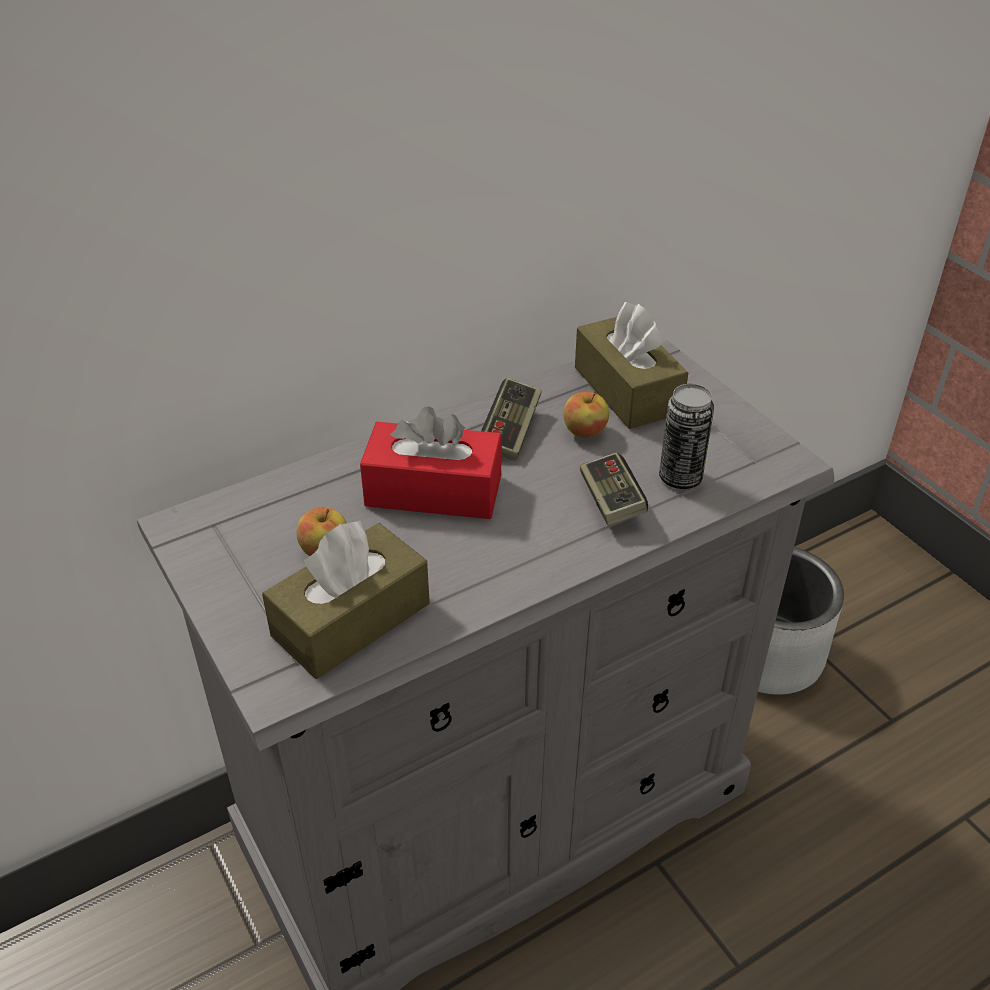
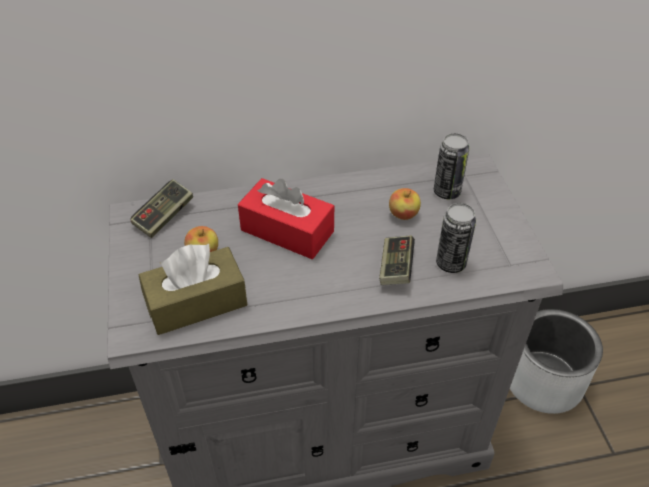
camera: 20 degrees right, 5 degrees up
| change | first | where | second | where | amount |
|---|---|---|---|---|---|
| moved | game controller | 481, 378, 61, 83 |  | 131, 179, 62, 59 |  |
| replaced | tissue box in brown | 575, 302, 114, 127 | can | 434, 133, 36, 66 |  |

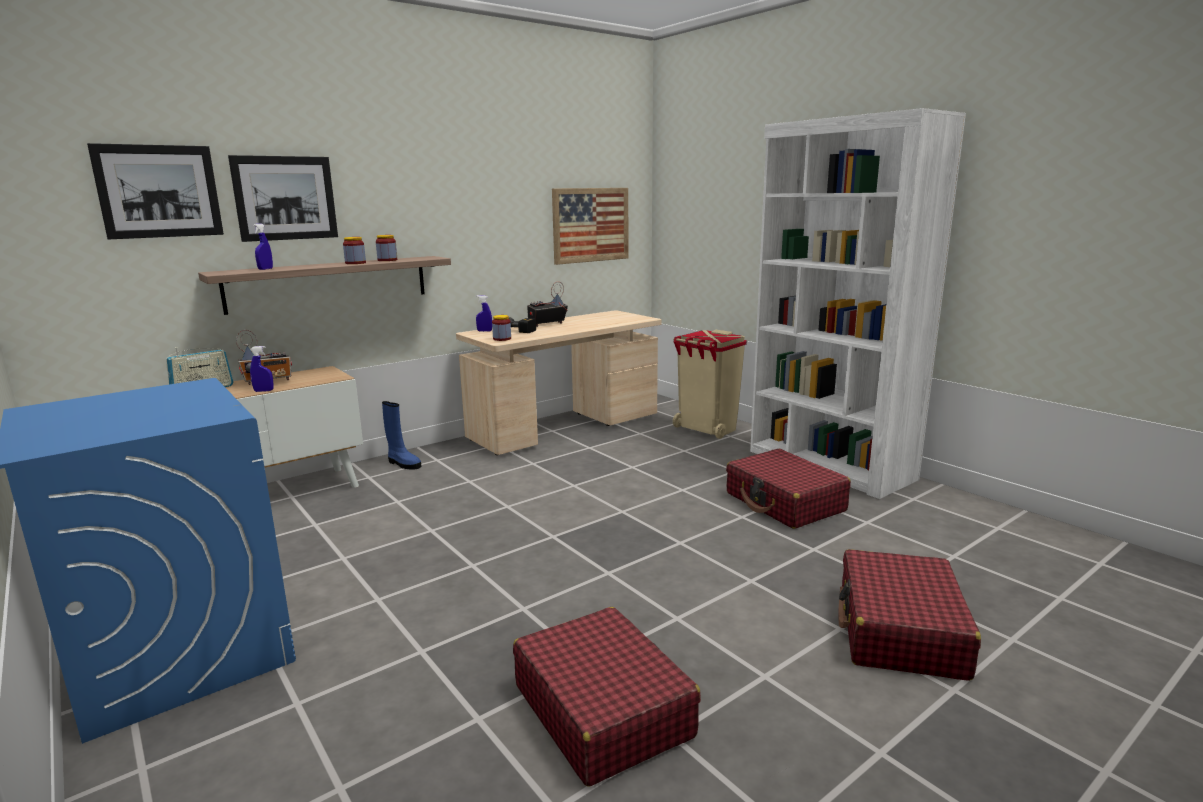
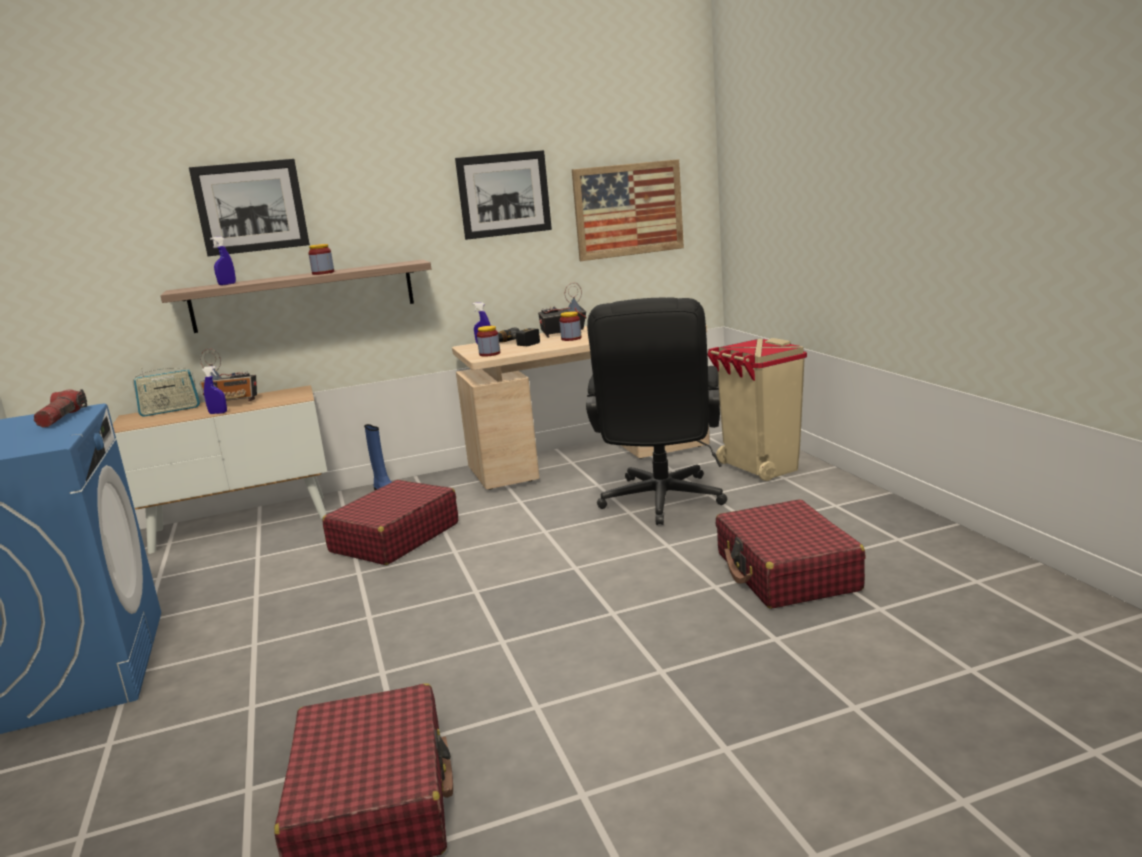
camera: 20 degrees right, 0 degrees up
| change | first | where | second | where | amount |
|---|---|---|---|---|---|
| added |  |  | flashlight | 34, 389, 53, 39 |  |
| moved | suitcase in red | 838, 549, 143, 132 |  | 322, 480, 136, 85 |  |
| moved | picture | 87, 143, 137, 96 |  | 455, 150, 97, 90 |  |
| moved | jar | 376, 235, 21, 26 |  | 559, 312, 23, 29 |  |
| added |  |  | office chair in black | 586, 298, 141, 227 |  |
| removed | bookcase in white | 750, 108, 216, 391 |  |  |  |

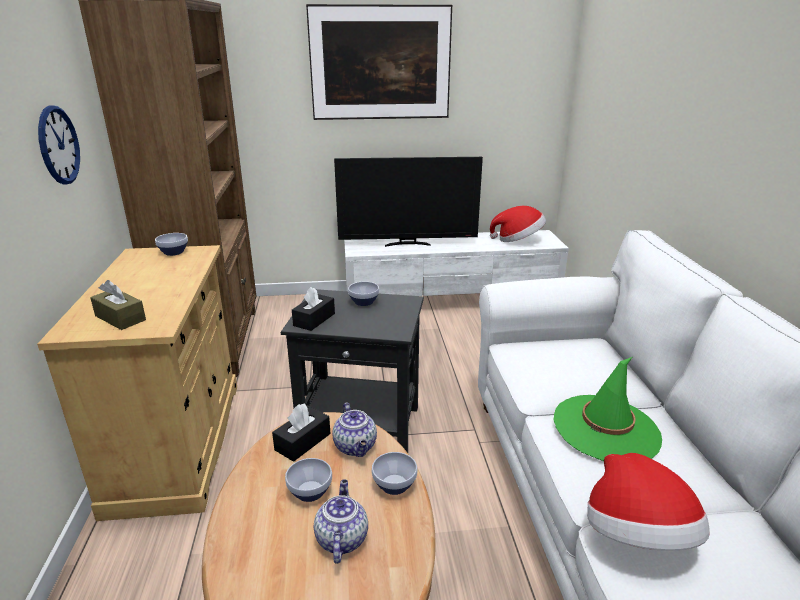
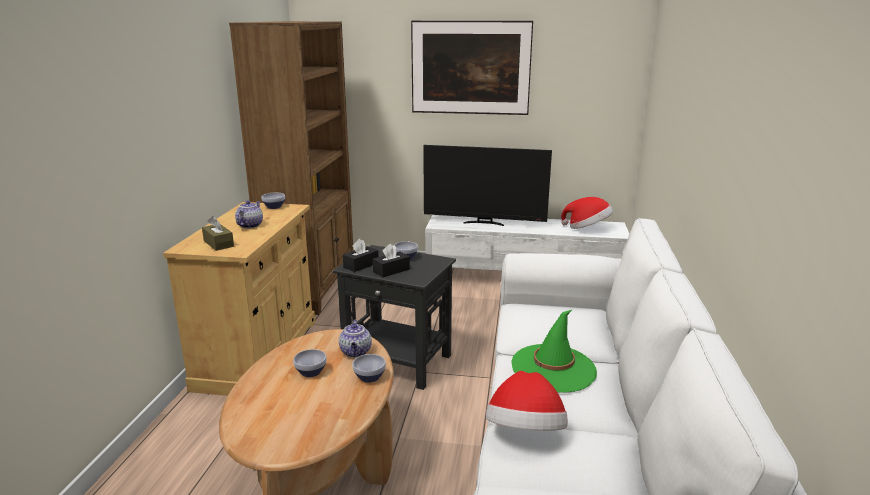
camera: 15 degrees right, 5 degrees down
| change | first | where | second | where | amount |
|---|---|---|---|---|---|
| moved | teapot | 314, 479, 54, 85 |  | 235, 201, 28, 27 |  |
| moved | tissue box in black | 272, 404, 58, 58 |  | 373, 244, 37, 33 |  |
| removed | wall clock | 38, 105, 42, 80 |  |  |  |

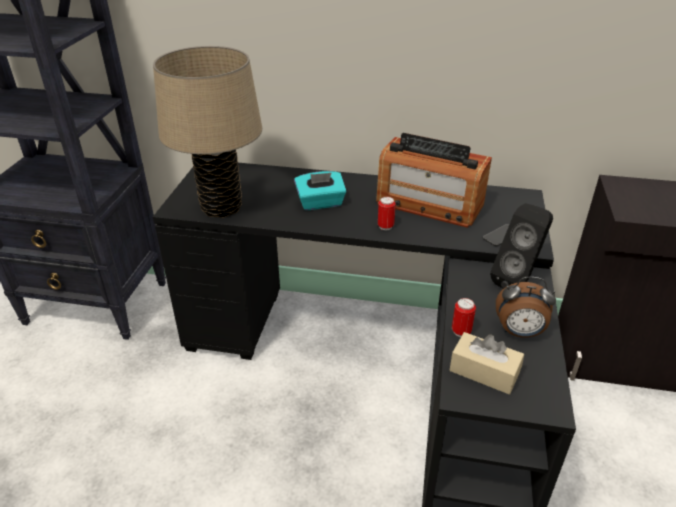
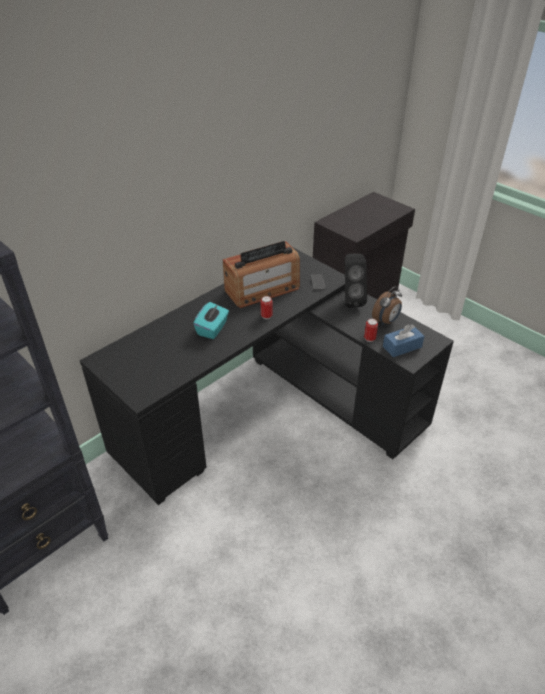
camera: 55 degrees left, 5 degrees up
| change | first | where | second | where | amount |
|---|---|---|---|---|---|
| recoloured | tissue box in beige | 450, 332, 74, 63 | tissue box in blue | 383, 324, 41, 33 |  |
| removed | table lamp in beige | 153, 46, 109, 171 |  |  |  |

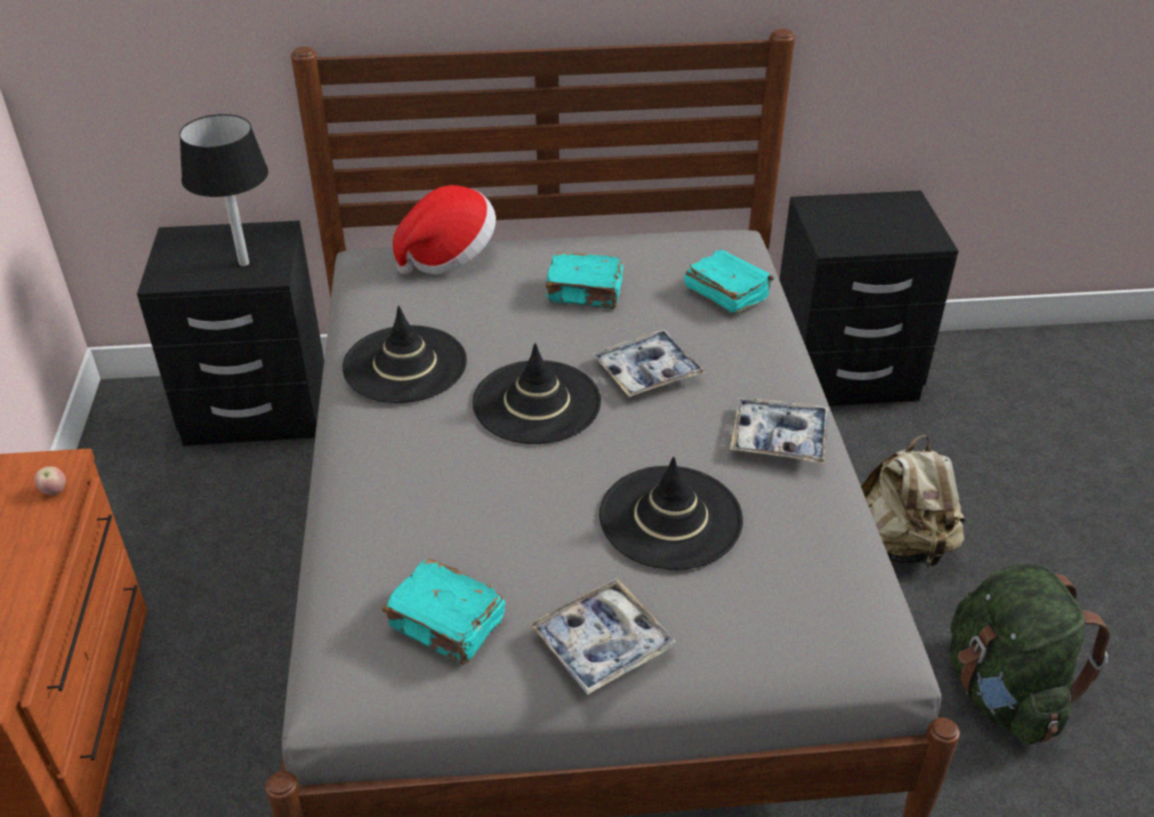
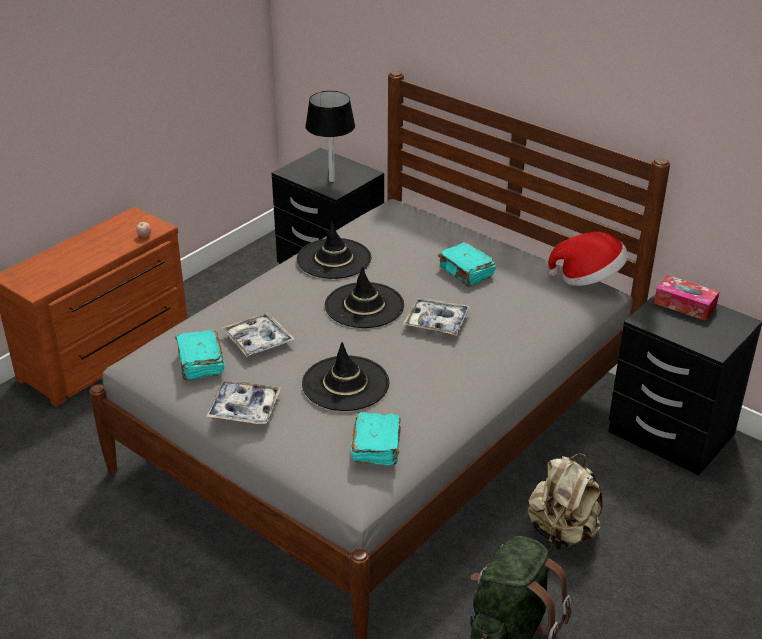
camera: 45 degrees right, 5 degrees down
| change | first | where | second | where | amount |
|---|---|---|---|---|---|
| moved | tray | 730, 397, 99, 67 |  | 222, 313, 73, 44 |  |
| moved | book in turquoise | 684, 249, 90, 65 |  | 351, 412, 50, 54 |  |
| moved | hat | 393, 185, 103, 90 |  | 548, 231, 80, 55 |  |
| added |  |  | tissue box | 654, 275, 65, 46 |  |

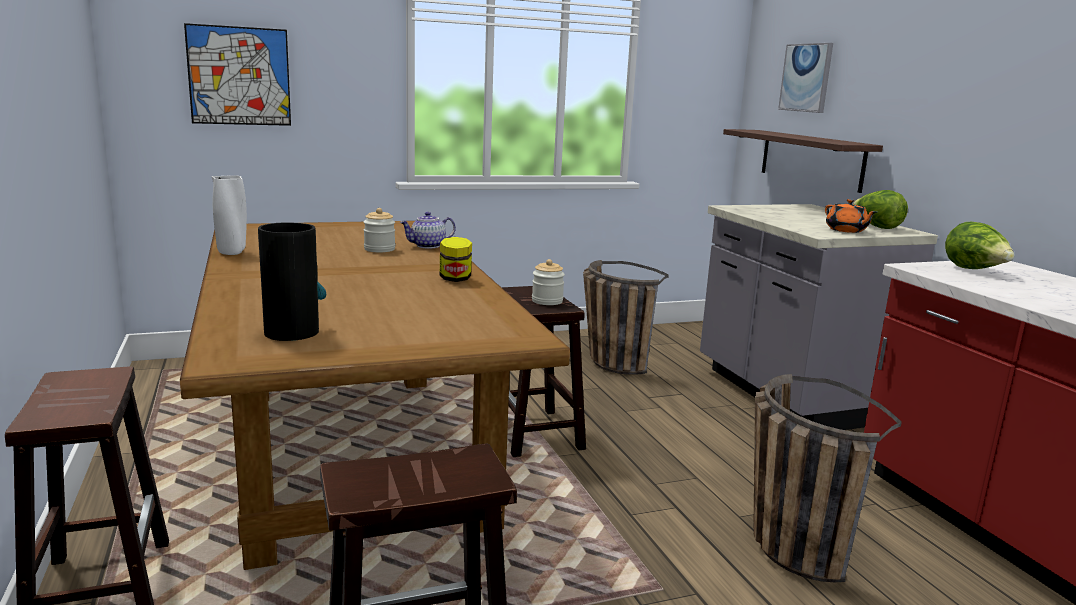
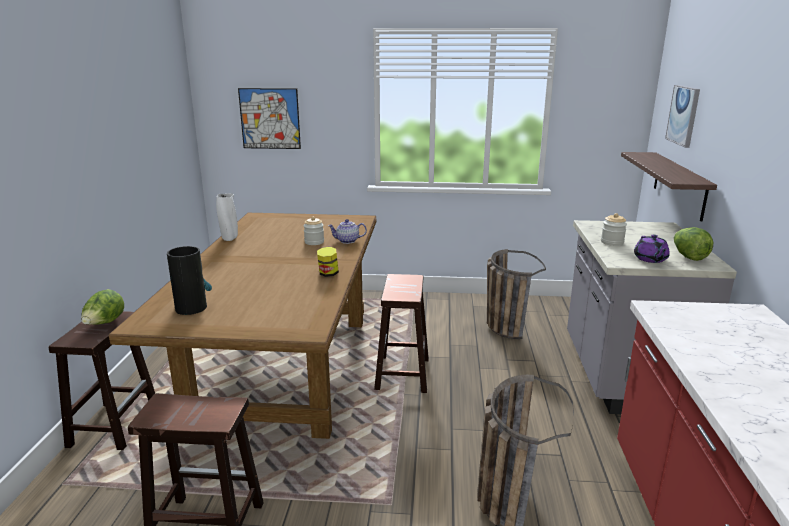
camera: 25 degrees right, 5 degrees up
| change | first | where | second | where | amount |
|---|---|---|---|---|---|
| moved | lettuce | 945, 222, 69, 47 |  | 81, 289, 43, 36 |  |
| moved | jar | 532, 259, 33, 46 |  | 601, 213, 26, 33 |  |
| recoloured | teapot in orange | 825, 199, 52, 34 | teapot in purple | 634, 234, 36, 29 |  |

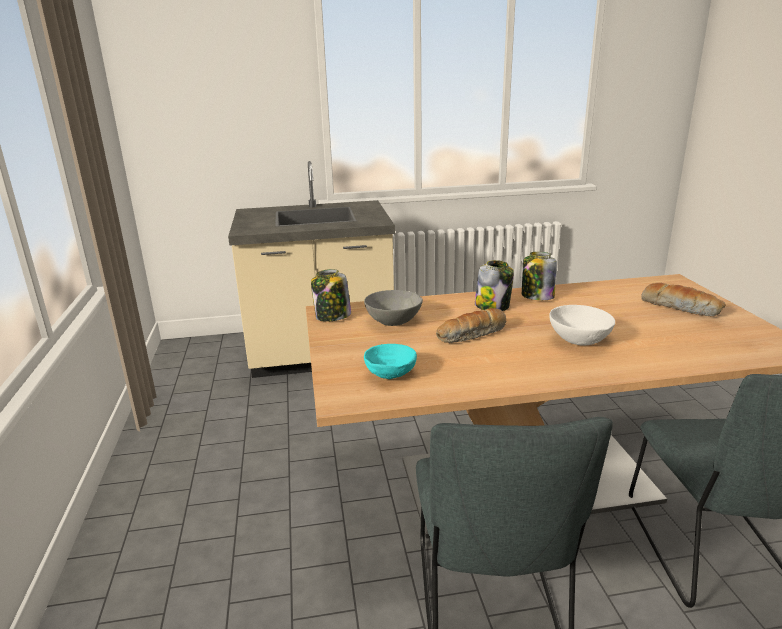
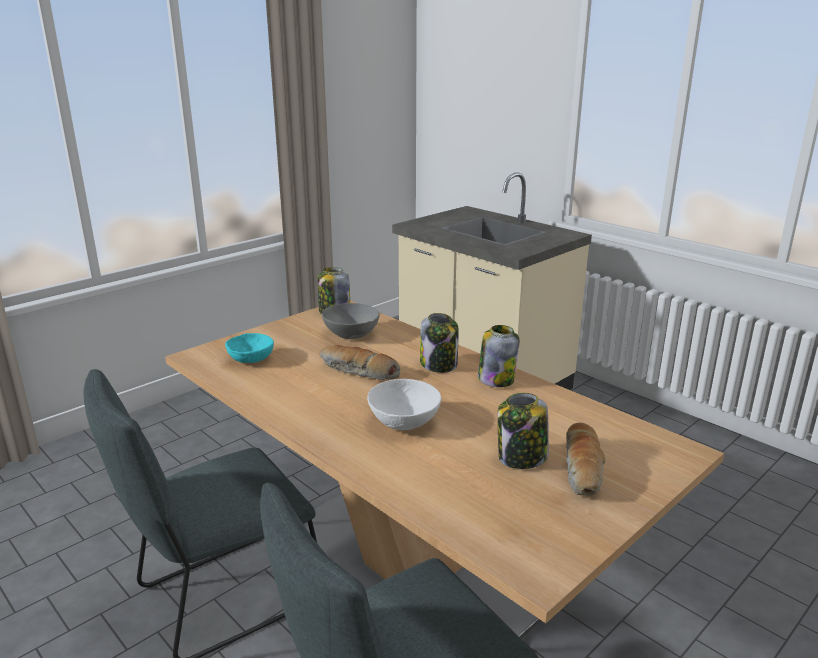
camera: 55 degrees right, 0 degrees up
| change | first | where | second | where | amount |
|---|---|---|---|---|---|
| added |  |  | jar | 497, 393, 52, 76 |  |

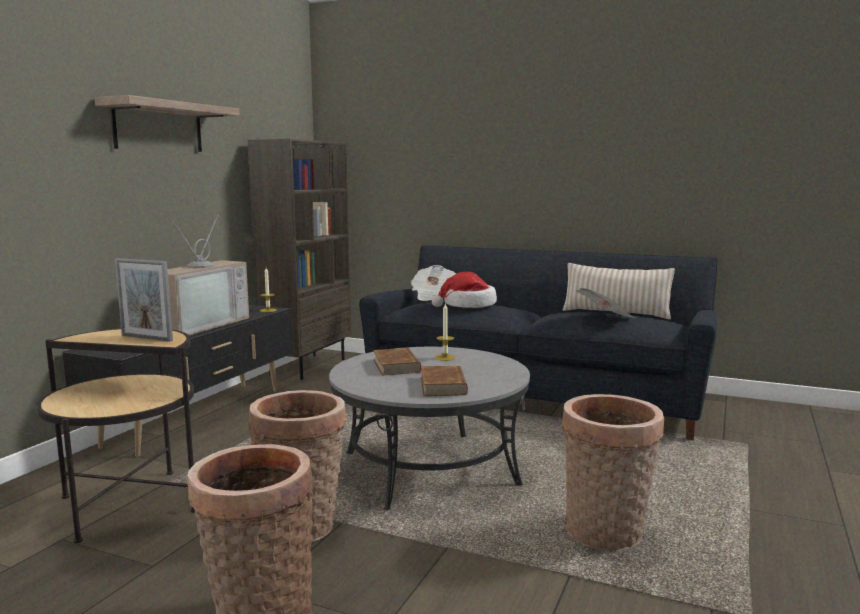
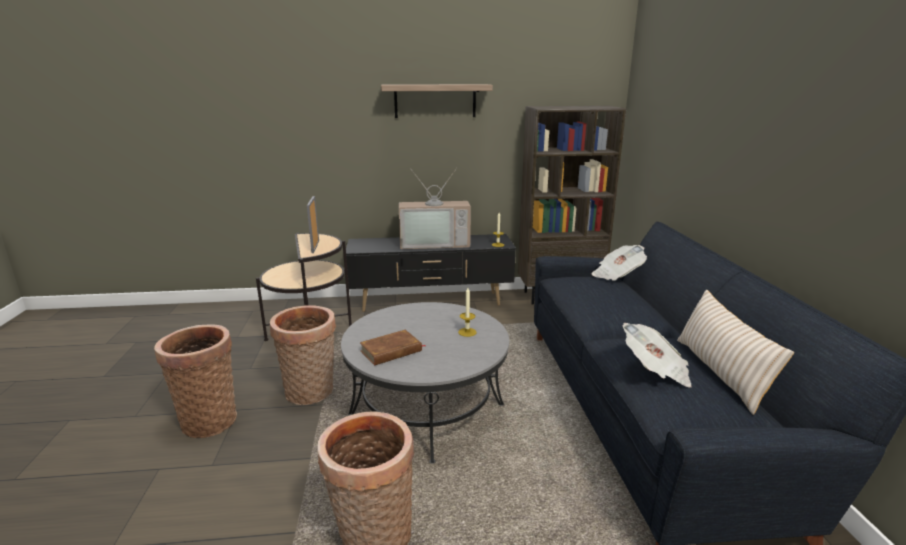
camera: 60 degrees right, 10 degrees up
| change | first | where | second | where | amount |
|---|---|---|---|---|---|
| removed | book in brown | 373, 348, 48, 27 |  |  |  |
| removed | hat | 432, 272, 65, 36 |  |  |  |

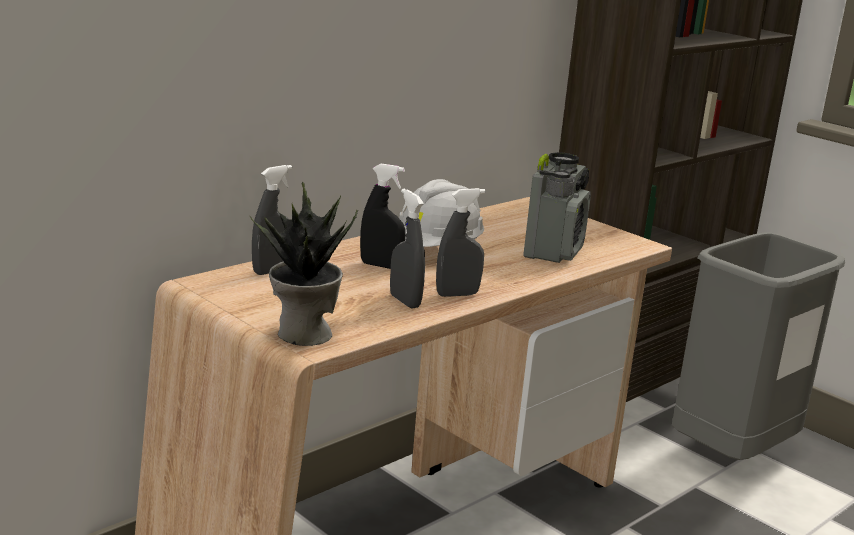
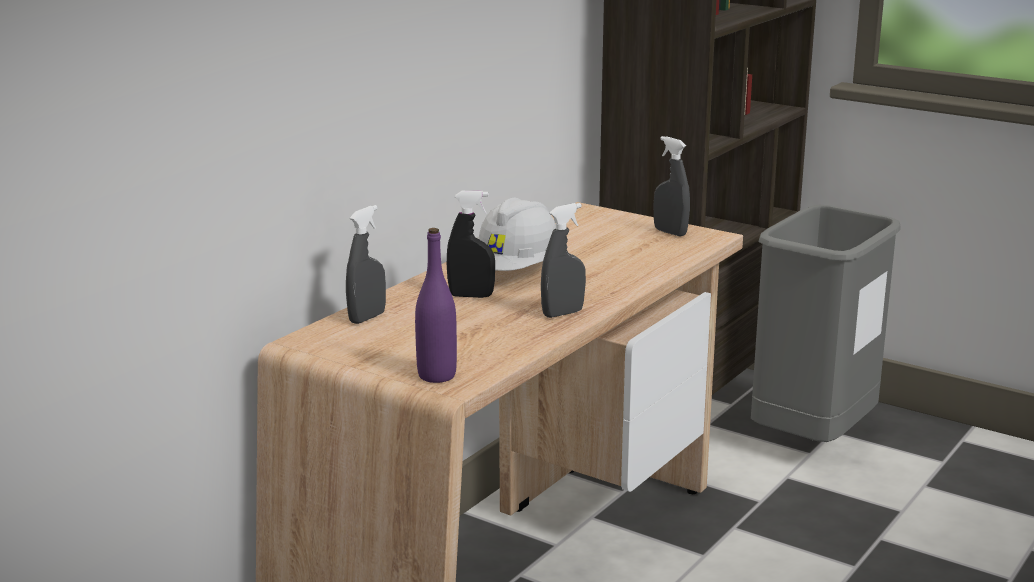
camera: 10 degrees left, 0 degrees up
| change | first | where | second | where | amount |
|---|---|---|---|---|---|
| replaced | potted plant | 249, 182, 109, 164 | bottle in purple | 415, 228, 42, 155 |  |
| moved | spray bottle in grey | 390, 189, 35, 120 |  | 654, 136, 36, 100 |  |
| removed | radio | 523, 152, 68, 111 |  |  |  |

